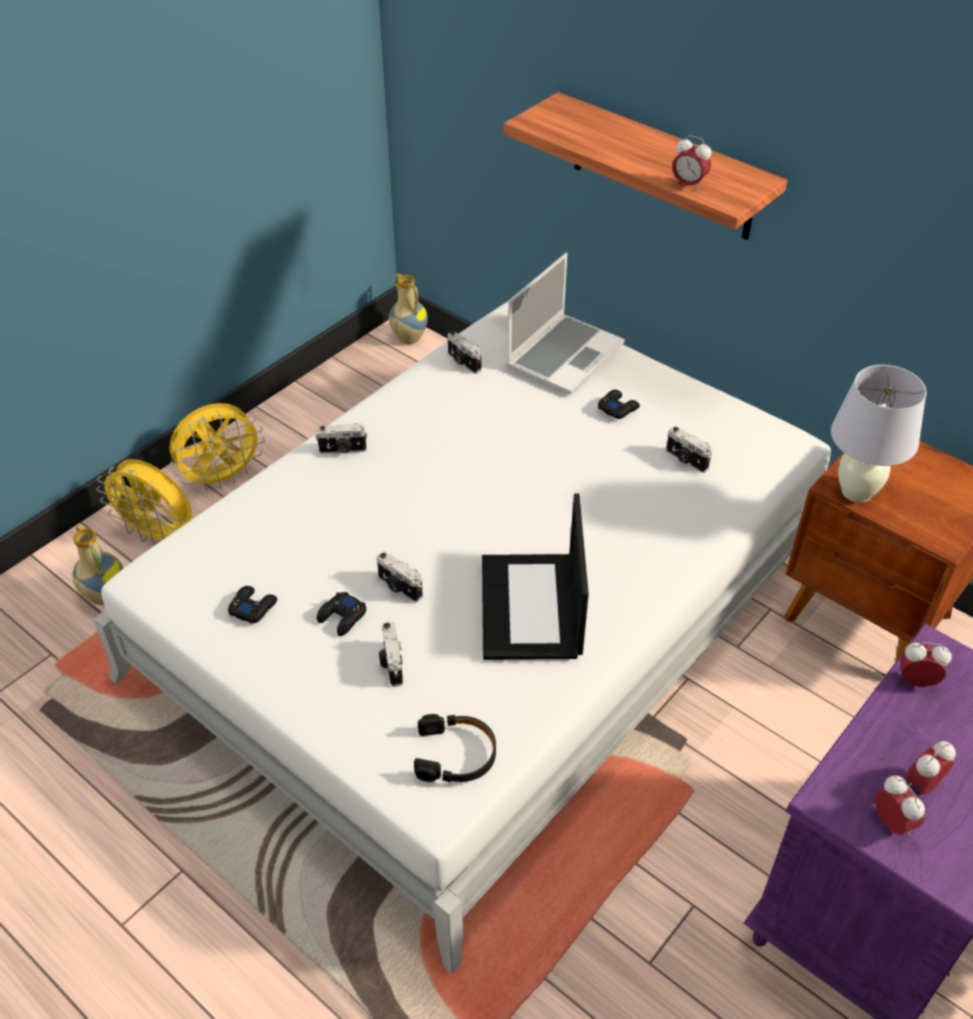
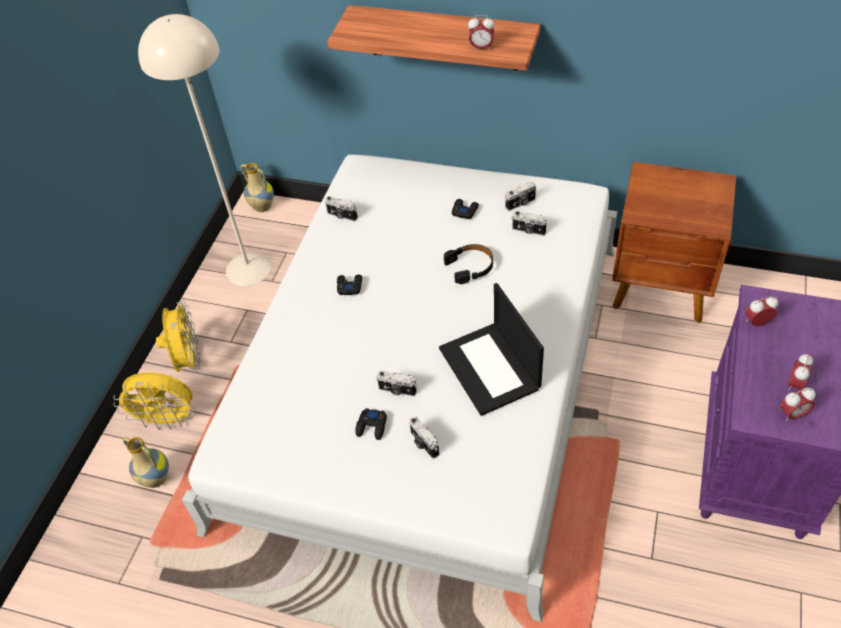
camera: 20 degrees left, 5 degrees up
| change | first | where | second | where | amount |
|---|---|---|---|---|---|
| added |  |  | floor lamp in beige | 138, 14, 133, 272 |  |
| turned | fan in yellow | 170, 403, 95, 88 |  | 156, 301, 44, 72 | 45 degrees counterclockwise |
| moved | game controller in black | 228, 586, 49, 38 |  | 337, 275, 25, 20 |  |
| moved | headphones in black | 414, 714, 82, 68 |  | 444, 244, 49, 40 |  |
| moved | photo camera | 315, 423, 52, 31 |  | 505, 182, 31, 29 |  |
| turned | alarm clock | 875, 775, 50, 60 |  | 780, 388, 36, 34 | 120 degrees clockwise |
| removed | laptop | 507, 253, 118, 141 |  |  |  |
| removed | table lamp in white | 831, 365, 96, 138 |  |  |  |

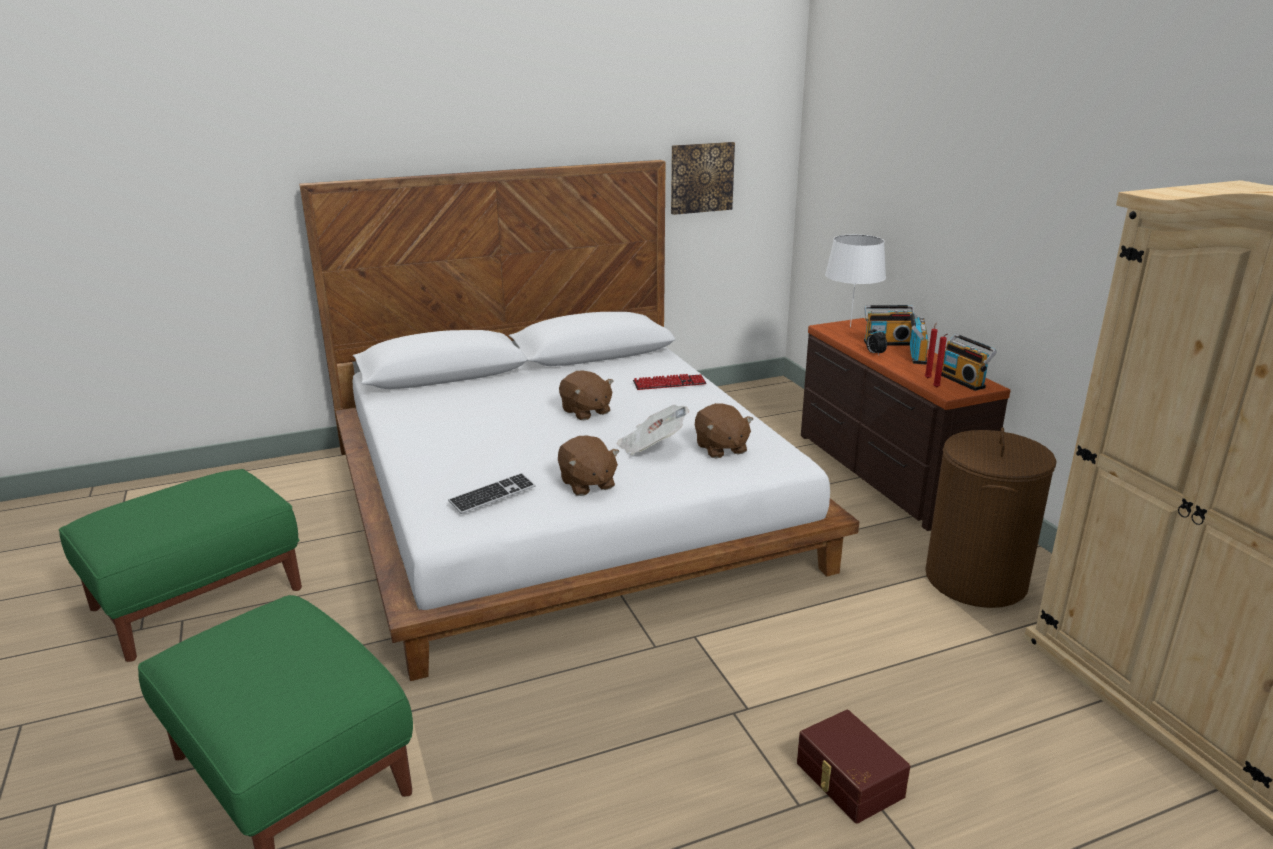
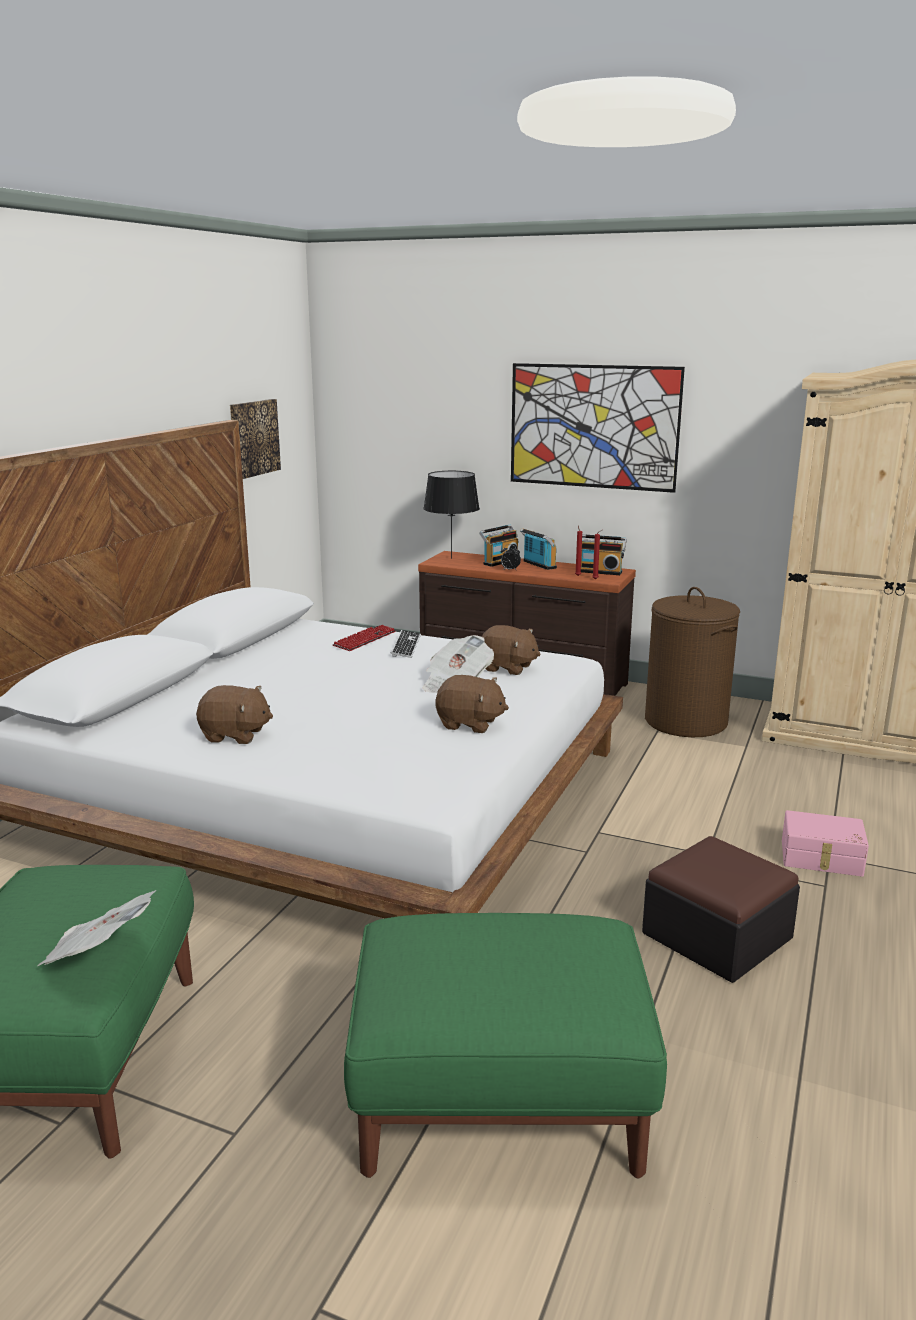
camera: 45 degrees left, 5 degrees down
| change | first | where | second | where | amount |
|---|---|---|---|---|---|
| added |  |  | newspaper | 38, 890, 118, 76 |  |
| moved | plush toy in brown | 559, 370, 54, 50 |  | 196, 685, 77, 59 |  |
| moved | keyboard | 448, 473, 87, 41 |  | 391, 630, 30, 28 |  |
| recoloured | table lamp in white | 825, 234, 61, 94 | table lamp in black | 423, 471, 57, 88 |  |
| added |  |  | picture | 511, 363, 174, 130 |  |
| added |  |  | ottoman | 642, 836, 158, 147 |  |
| recoloured | storage box in brown | 797, 710, 113, 114 | storage box in pink | 782, 810, 87, 67 |  |

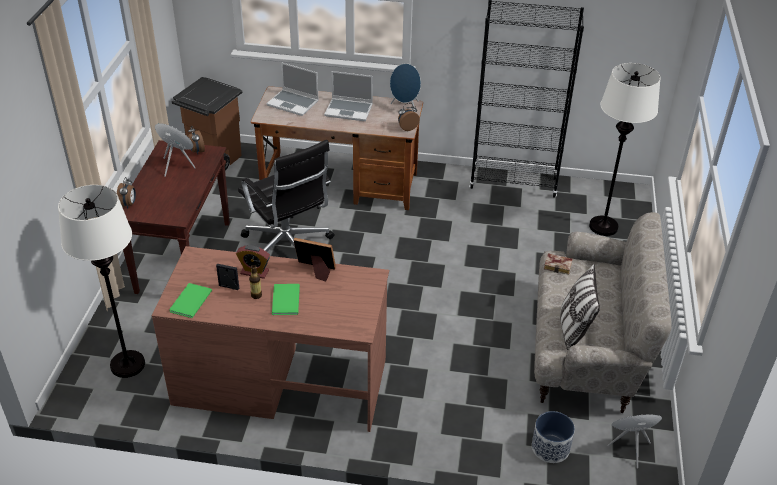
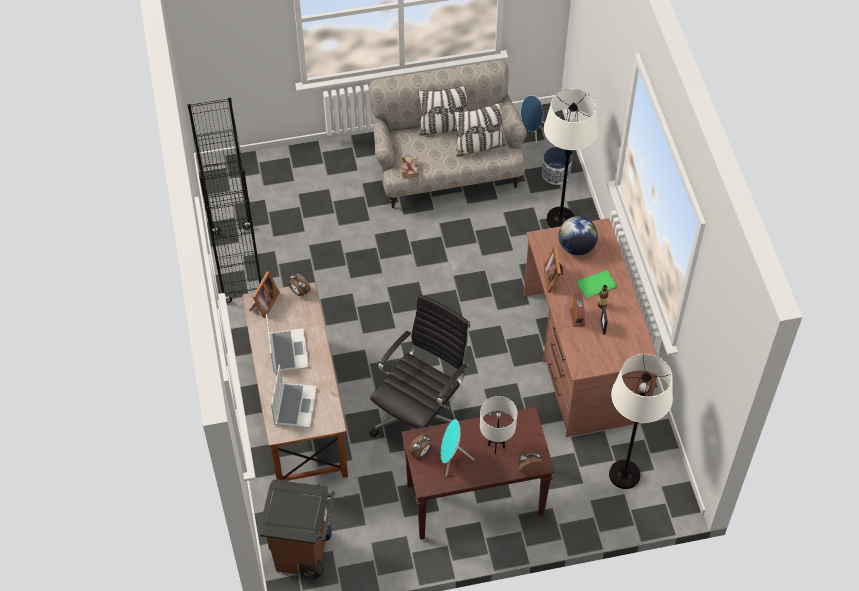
camera: 110 degrees left, 15 degrees up
| change | first | where | second | where | amount |
|---|---|---|---|---|---|
| replaced | speaker in blue | 390, 63, 31, 49 | picture frame | 250, 271, 30, 47 |  |
| added |  |  | pillow | 418, 85, 50, 51 |  |
| added |  |  | table lamp in white | 480, 396, 37, 58 |  |
| moved | floor lamp in white | 589, 63, 71, 173 |  | 544, 89, 54, 139 |  |
| added |  |  | globe | 559, 216, 39, 39 |  |
| removed | book in green | 169, 283, 43, 35 |  |  |  |

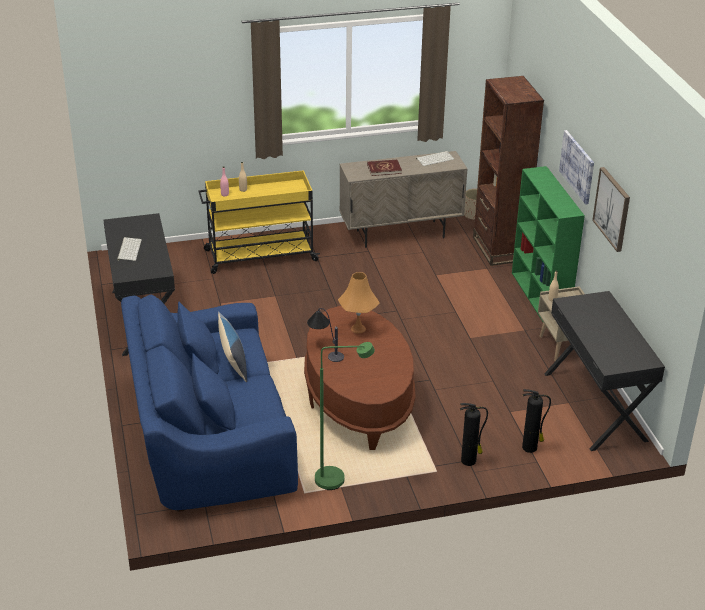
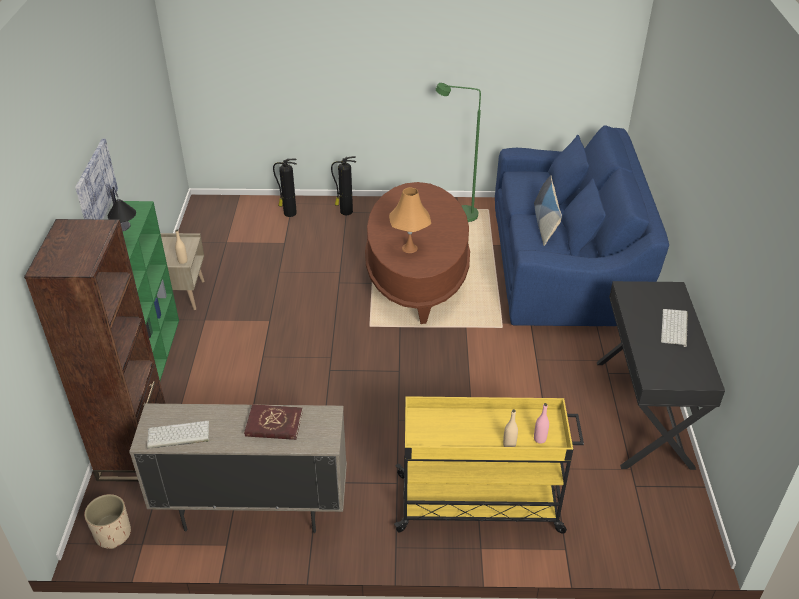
camera: 165 degrees left, 5 degrees up
| change | first | where | second | where | amount |
|---|---|---|---|---|---|
| moved | table lamp | 307, 308, 37, 54 |  | 108, 187, 28, 45 |  |
| removed | desk in black | 544, 291, 121, 160 |  |  |  |
| removed | picture | 592, 167, 38, 85 |  |  |  |

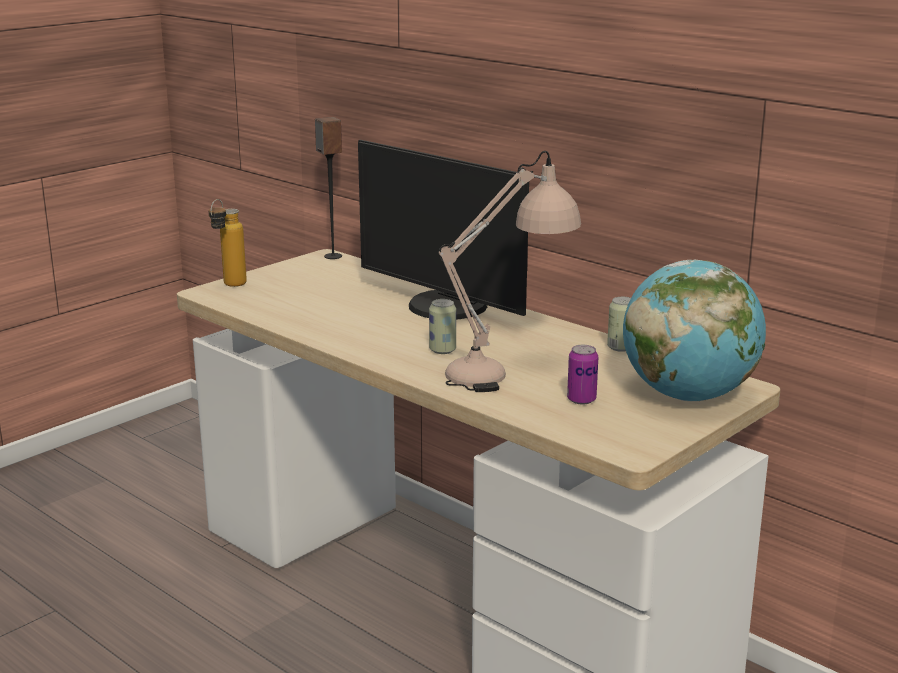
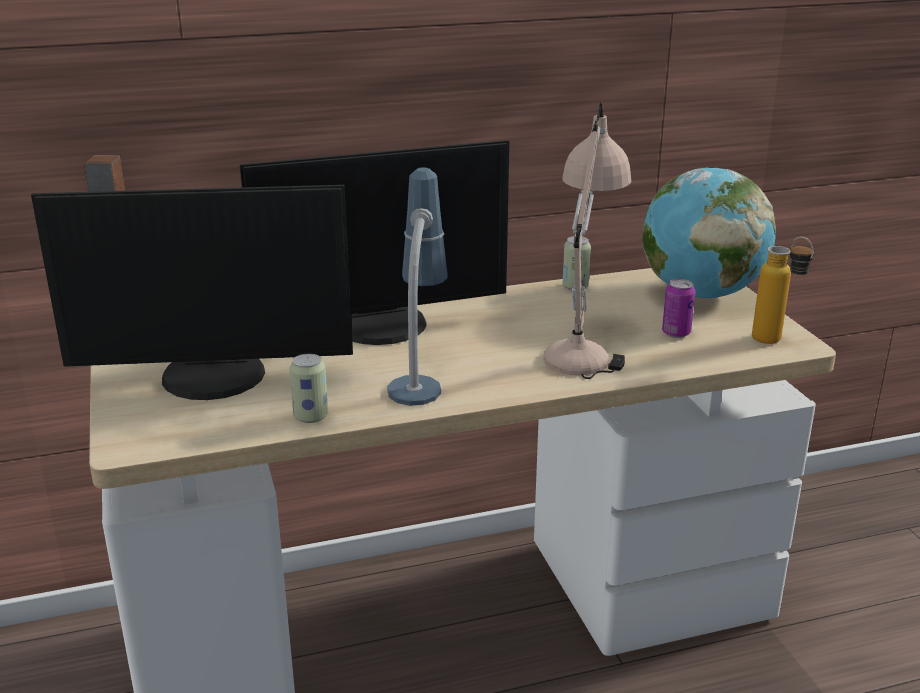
camera: 60 degrees left, 5 degrees up
| change | first | where | second | where | amount |
|---|---|---|---|---|---|
| added |  |  | monitor | 31, 185, 322, 215 |  |
| moved | can | 429, 299, 27, 55 |  | 289, 354, 39, 69 |  |
| added |  |  | table lamp | 387, 168, 61, 238 |  |
| moved | bottle | 208, 199, 39, 88 |  | 752, 237, 62, 107 |  |

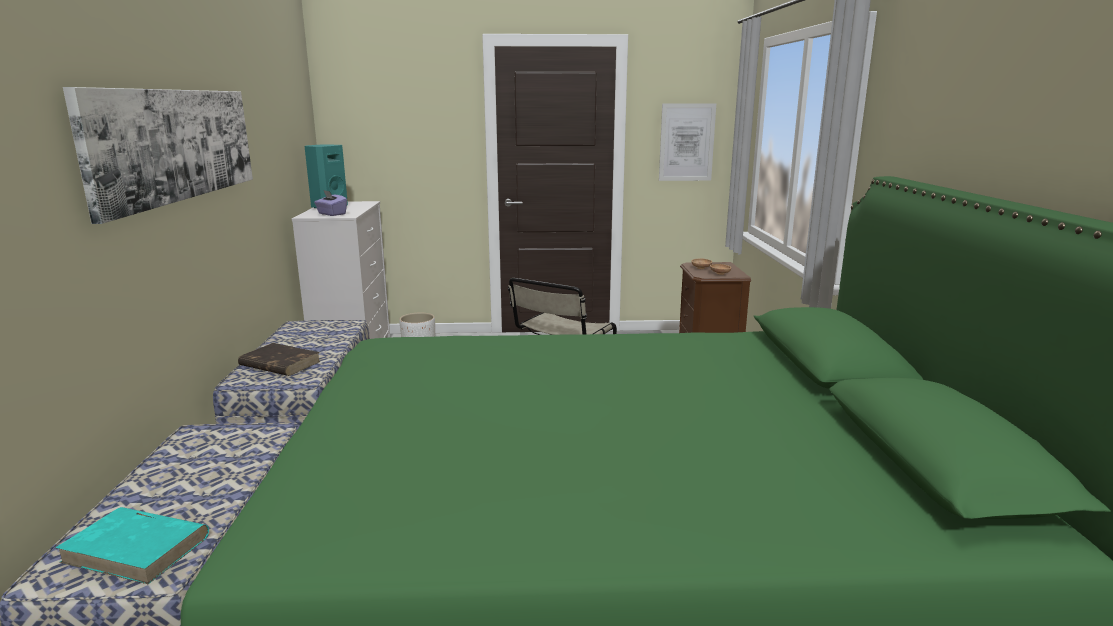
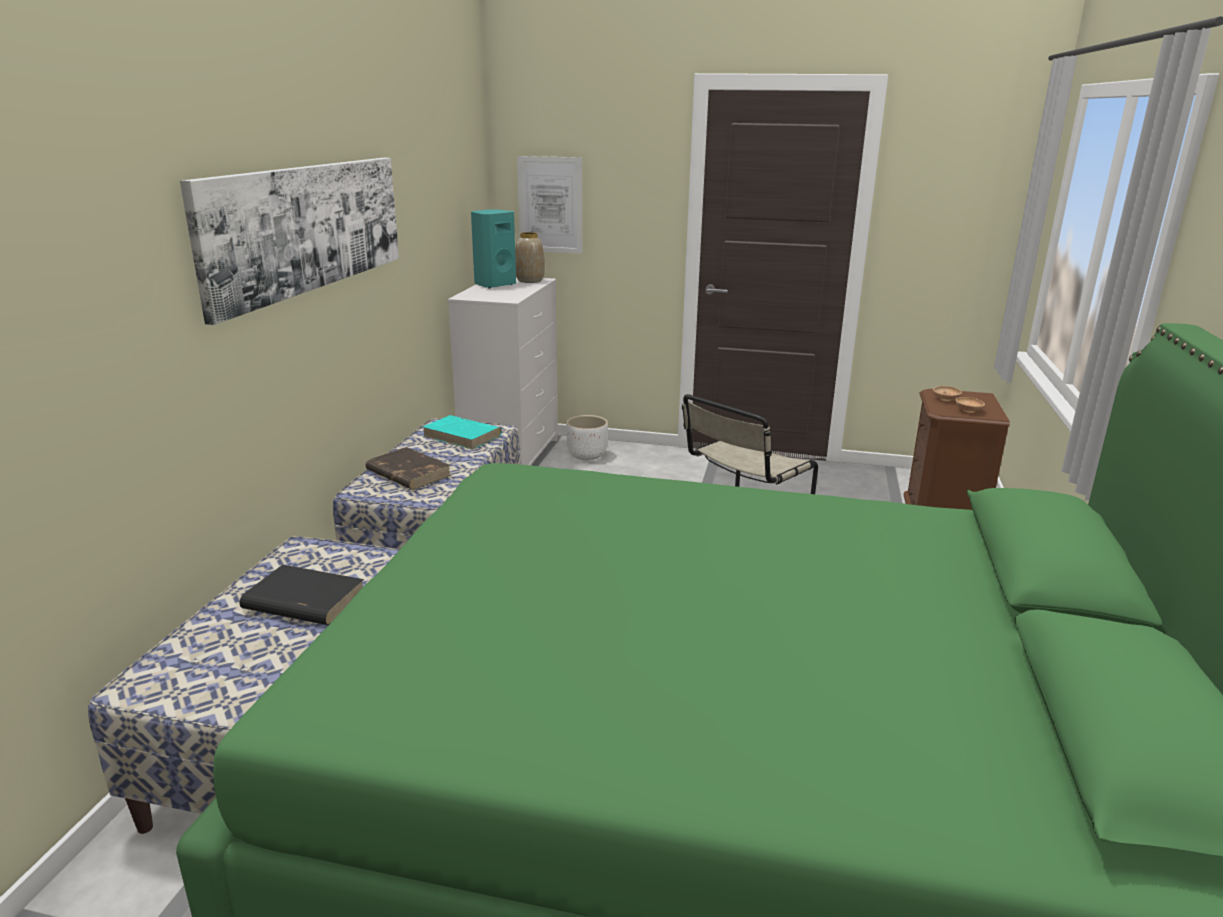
camera: 15 degrees right, 5 degrees up
| change | first | where | second | where | amount |
|---|---|---|---|---|---|
| added |  |  | book in black | 240, 565, 124, 60 |  |
| moved | book in turquoise | 55, 507, 154, 77 |  | 423, 415, 79, 35 |  |
| added |  |  | vase | 515, 232, 30, 51 |  |
| moved | picture | 659, 104, 57, 77 |  | 517, 156, 65, 98 |  |
| removed | tissue box in purple | 314, 190, 33, 26 |  |  |  |

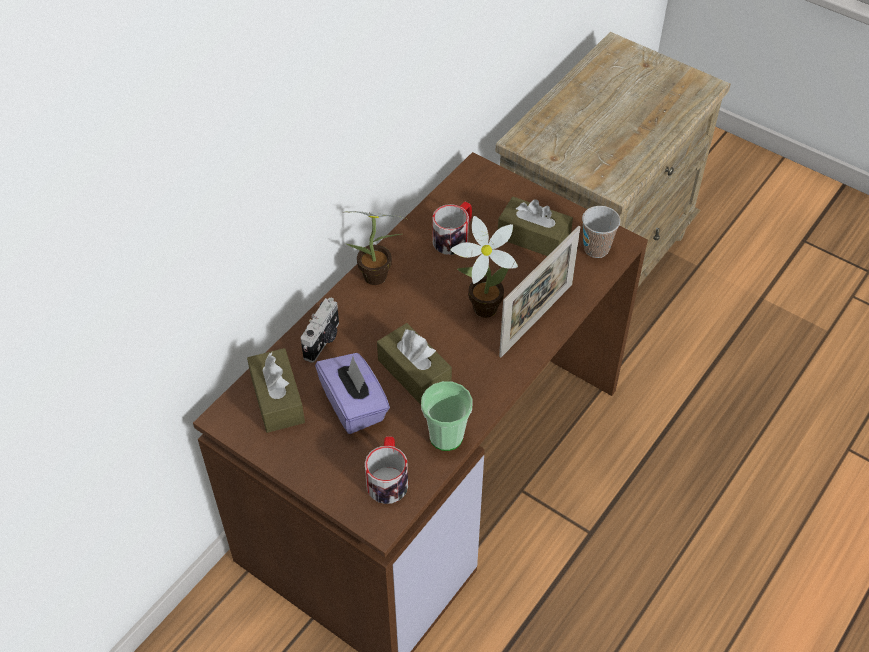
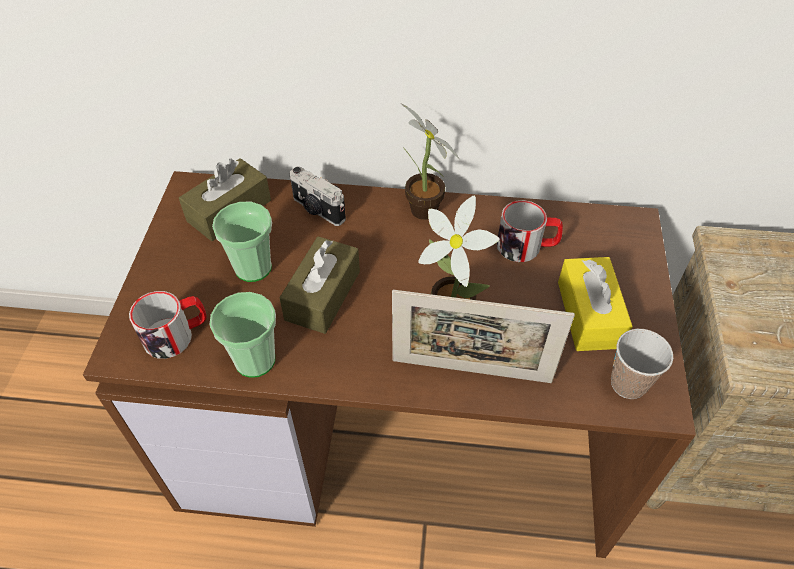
camera: 60 degrees right, 0 degrees up
| change | first | where | second | where | amount |
|---|---|---|---|---|---|
| replaced | tissue box in purple | 315, 353, 75, 81 | cup | 212, 202, 60, 80 |  |
| turned | photo camera | 300, 298, 39, 65 |  | 289, 166, 57, 60 | 45 degrees clockwise |
| recoloured | tissue box in brown | 498, 197, 75, 59 | tissue box in yellow | 558, 257, 75, 94 |  |

